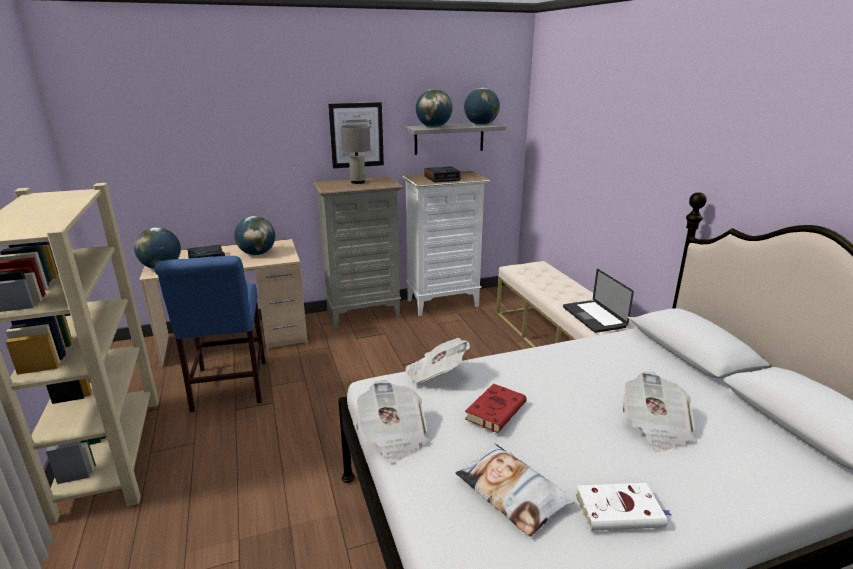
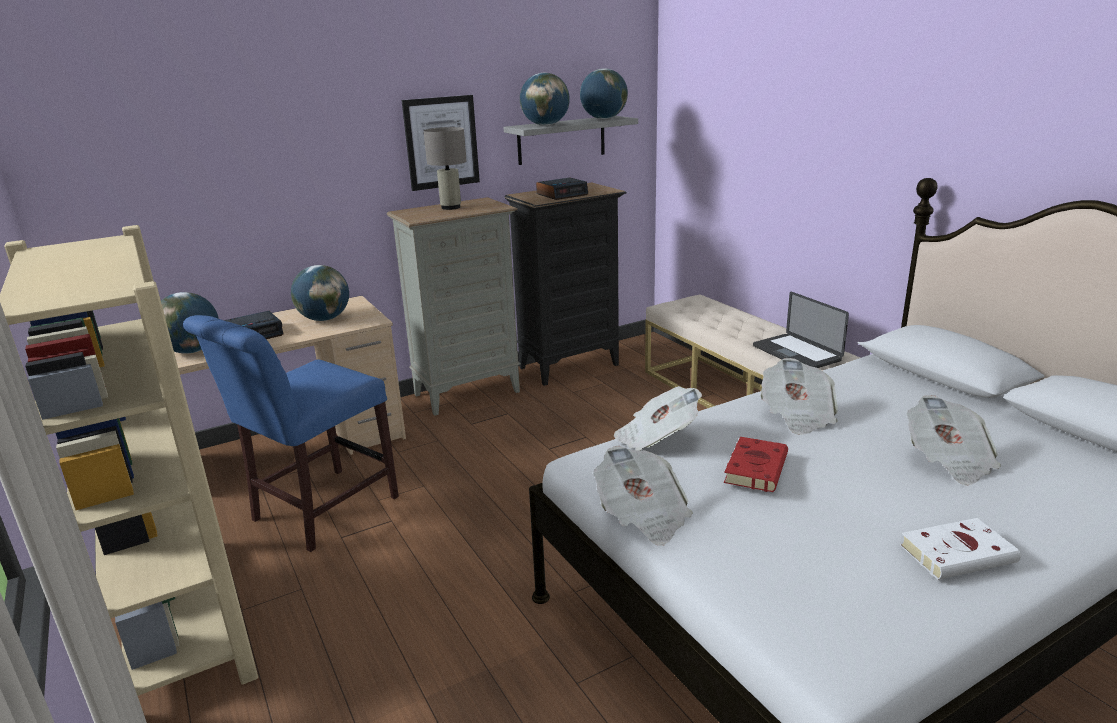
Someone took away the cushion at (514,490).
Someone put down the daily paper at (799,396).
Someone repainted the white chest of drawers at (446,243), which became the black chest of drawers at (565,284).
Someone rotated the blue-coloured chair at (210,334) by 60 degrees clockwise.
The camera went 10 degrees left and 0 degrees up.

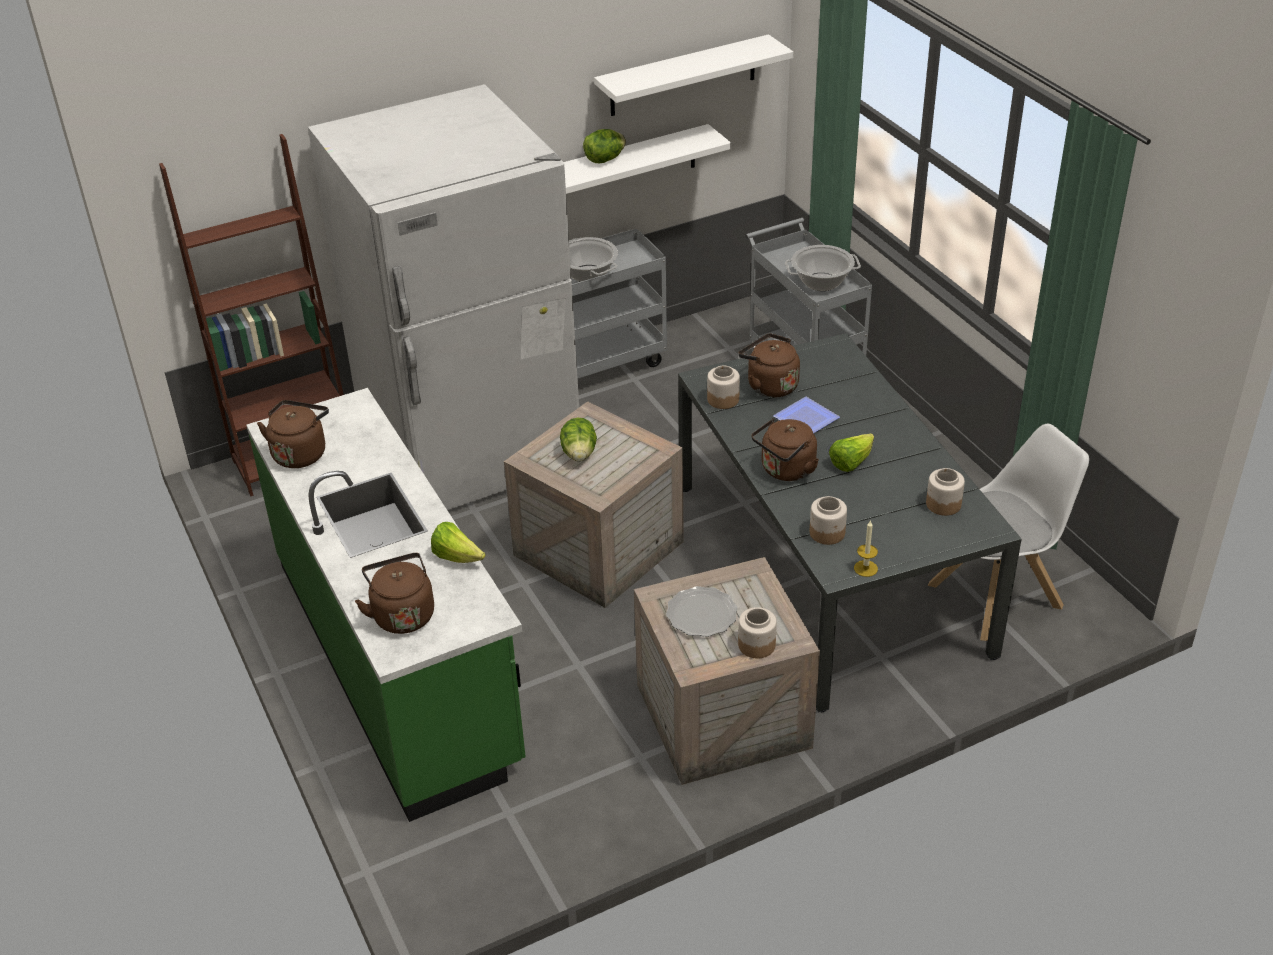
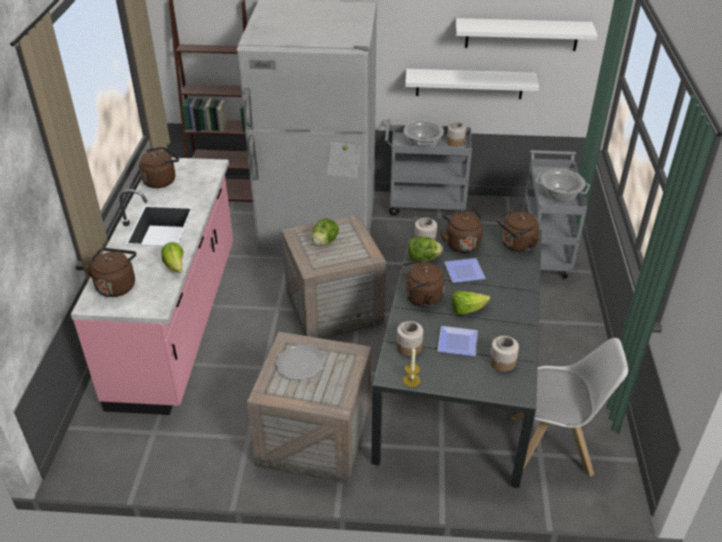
Someone put down the plate at (458,341).
Someone put down the brown-coloured water kettle at (518,231).
Someone carried the head of lettuce from (604,146) to (425,249).
Someone carried the storage jar from (757,632) to (456,134).
Someone repainted the greenish kitchen base unit at (386,605), which became the pink kitchen base unit at (152,286).
The camera went 30 degrees right and 0 degrees up.

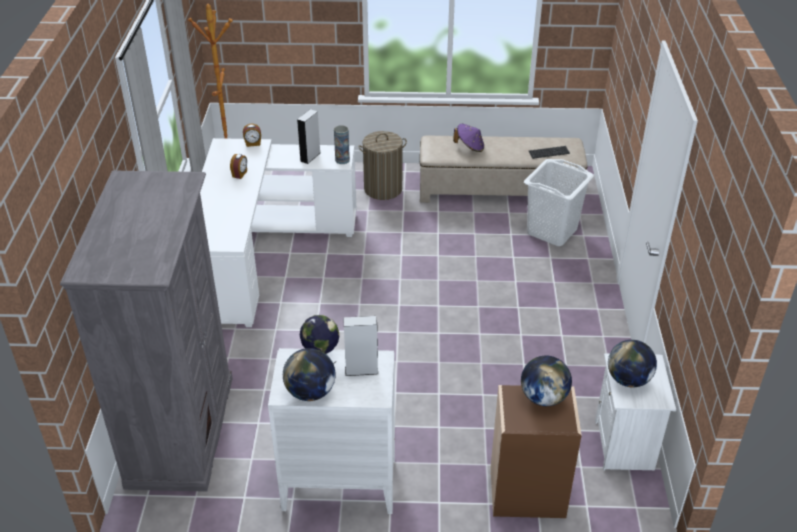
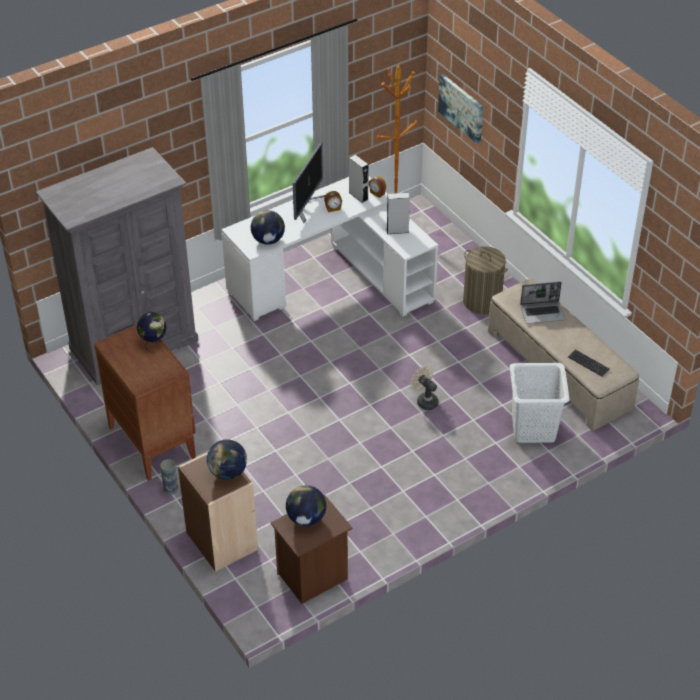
Someone put down the computer display at (309,183).
Someone put down the beige-coloured fan at (424,388).
Someone put up the picture at (460,109).
Someone carried the globe from (309,374) to (268,227).
Someone carried the flower vase from (342,144) to (169,477).
Someone carried the grey loudspeaker from (360,346) to (359,179).
Someone swapped the purple-coloured clothing hat at (468,138) for the laptop at (542,303).
Someone repainted the white chest of drawers at (331,431), which became the brown-coloured chest of drawers at (145,403).
Someone repainted the white nightstand at (635,412), which became the brown-coloured nightstand at (311,549).
The camera went 55 degrees right and 5 degrees up.

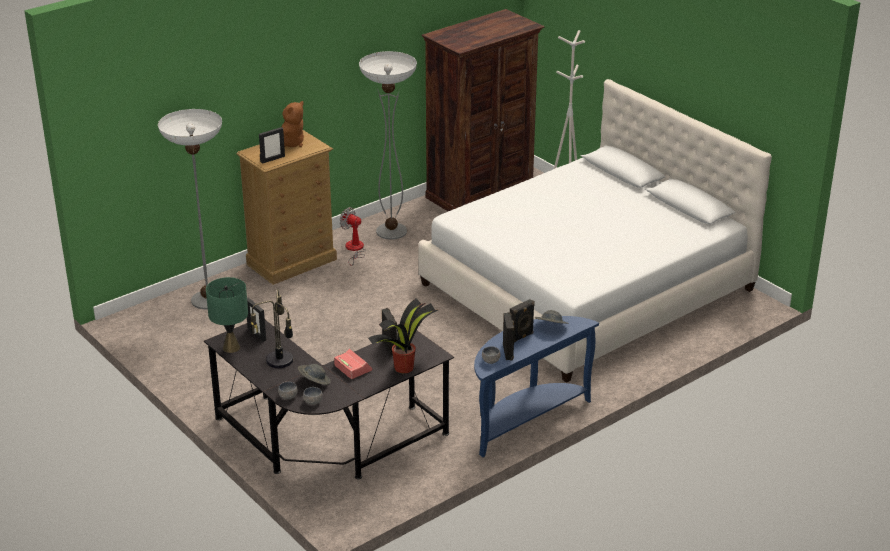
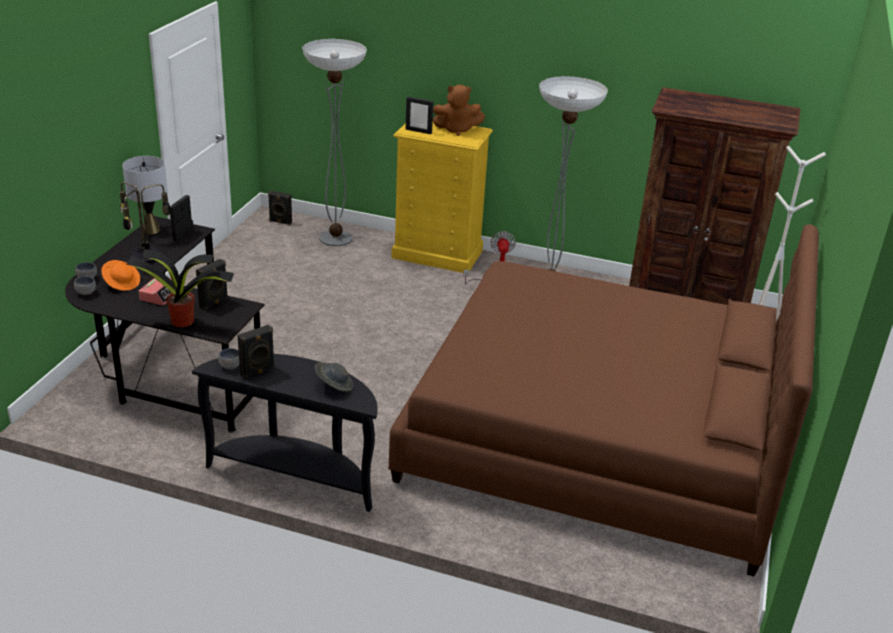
Someone carried the black loudspeaker from (522,320) to (280,208).
Someone repainted the greenish tabletop lamp at (227,315), which became the grey tabletop lamp at (145,195).
Someone repainted the brown-coloured chest of drawers at (286,207), which became the yellow-coloured chest of drawers at (442,198).
Someone repainted the grey clothing hat at (314,374), which became the orange clothing hat at (120,275).
Someone repainted the white bed at (595,231), which became the brown-coloured bed at (603,400).
Someone repainted the blue-coloured narrow table at (536,386), which became the black narrow table at (285,433).
The camera went 55 degrees right and 0 degrees up.

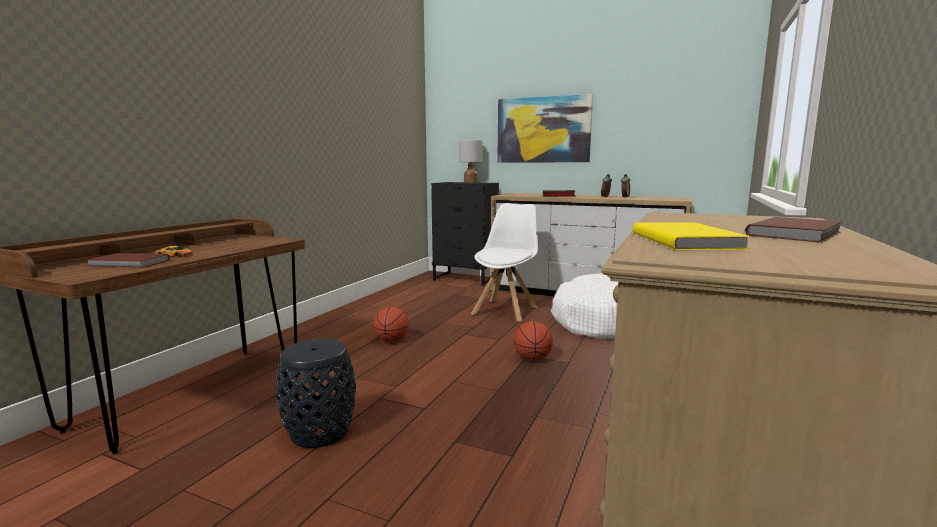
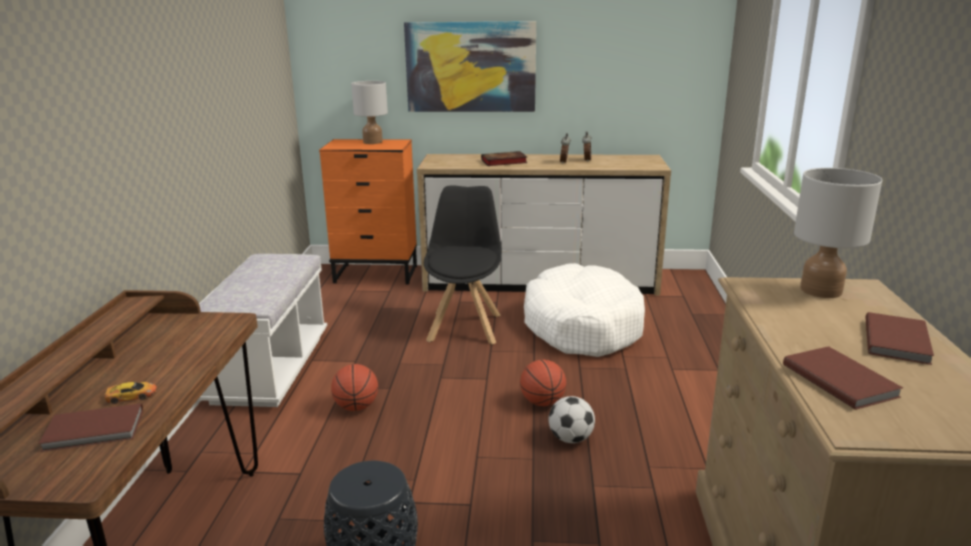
Someone put down the white indoor bench at (262,330).
Someone put down the football ball at (572,419).
Someone put down the grey tabletop lamp at (838,233).
Someone repainted the black chest of drawers at (465,234), which became the orange chest of drawers at (368,212).
Someone repainted the white chair at (504,262), which became the black chair at (463,265).
Someone repainted the yellow-coloured volume at (692,236), which became the brown-coloured volume at (843,378).
The camera went 20 degrees left and 10 degrees up.

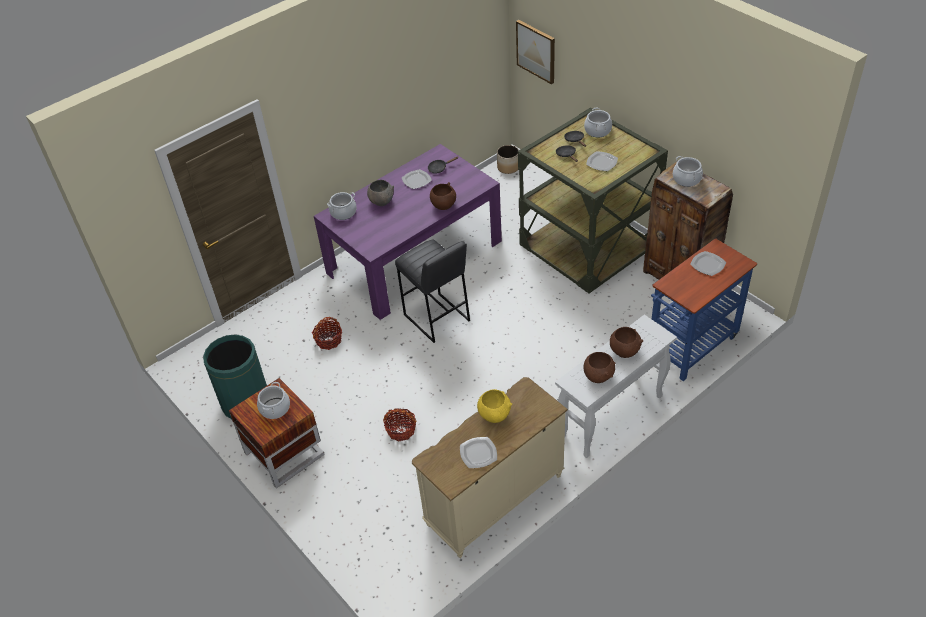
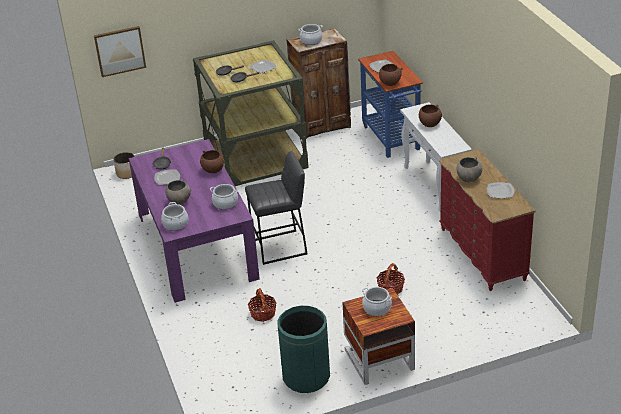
Someone carried the brown-coloured deep dish from (599,367) to (391,75).
Someone carried the cooking pot from (598,122) to (224,197).
Someone repainted the beige-coloured chest of drawers at (490,467), which became the red-coloured chest of drawers at (487,220).
Someone repainted the yellow-coloured deep dish at (494,406), which became the grey deep dish at (469,169).
The camera went 70 degrees left and 10 degrees down.

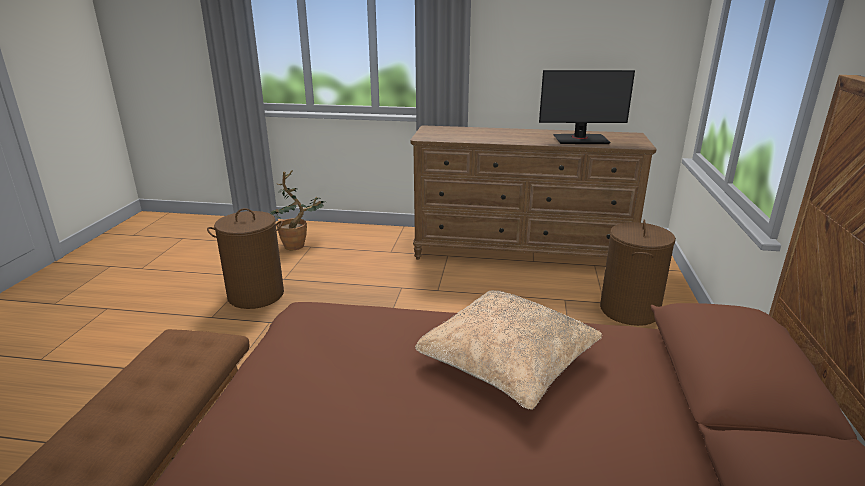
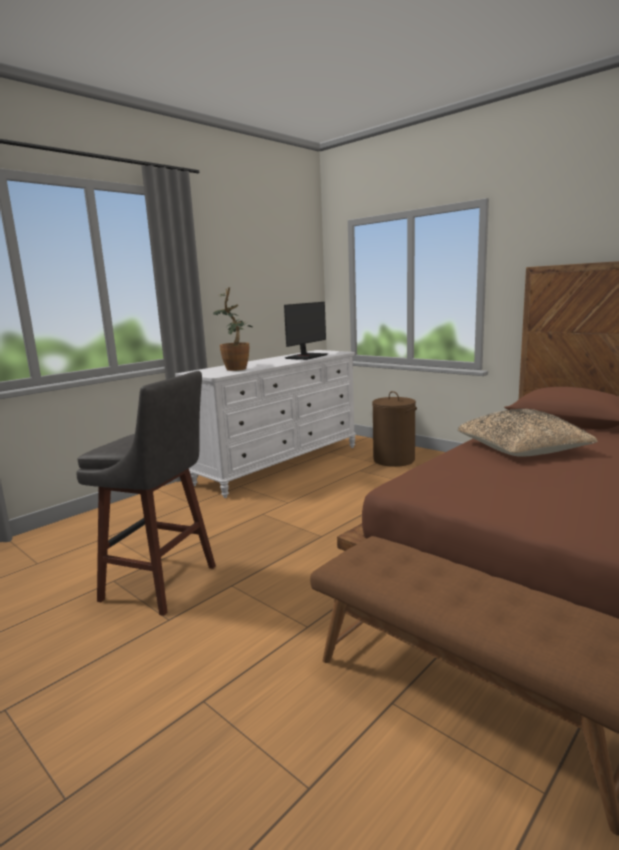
Someone carried the potted plant from (297,210) to (232,329).
Someone swapped the brown-coloured laundry basket at (245,258) for the grey stool at (146,493).
Someone repainted the brown-coloured chest of drawers at (533,192), which became the white chest of drawers at (265,424).
The camera went 55 degrees left and 10 degrees down.

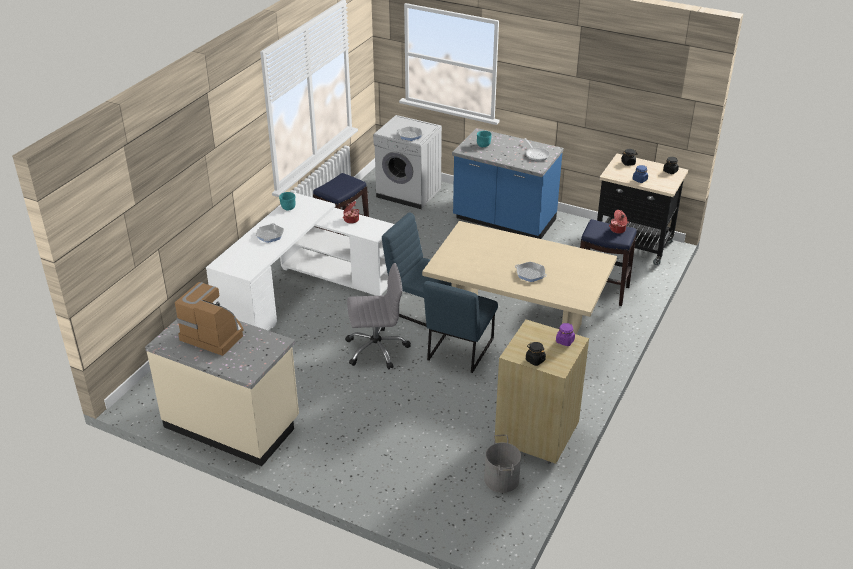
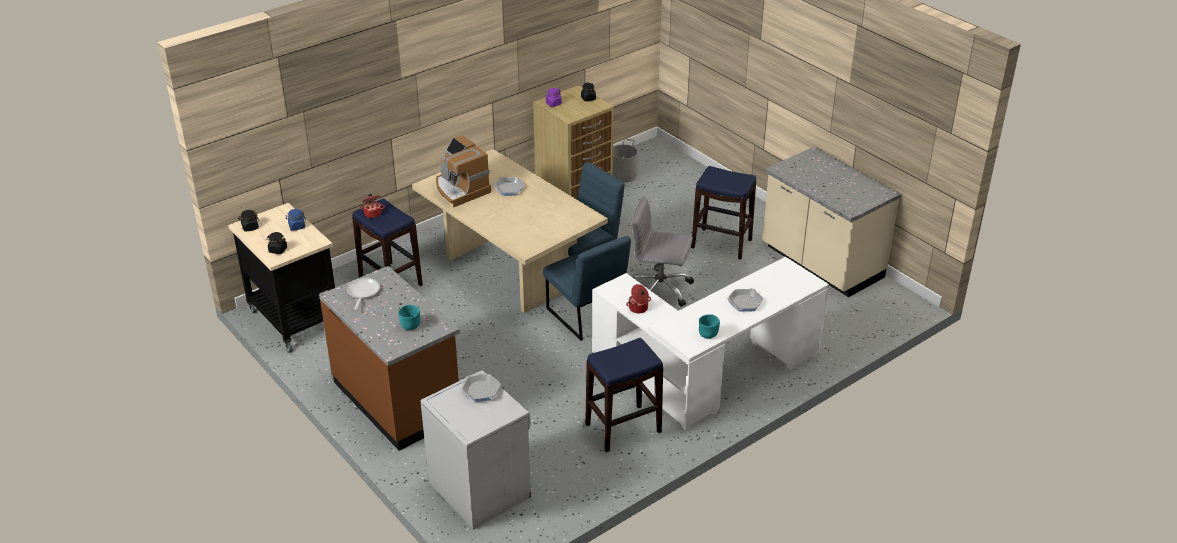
Someone put down the stool at (723,213).
Someone carried the coffee maker from (209,319) to (463,171).
Someone repainted the blue-coloured kitchen base unit at (508,183), which became the brown-coloured kitchen base unit at (389,358).
The camera went 155 degrees left and 0 degrees up.

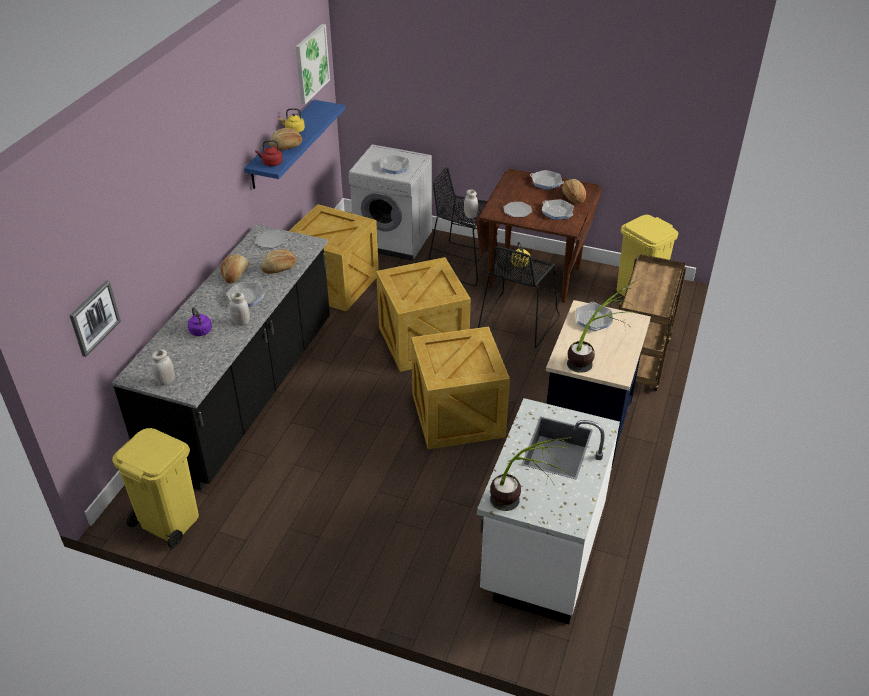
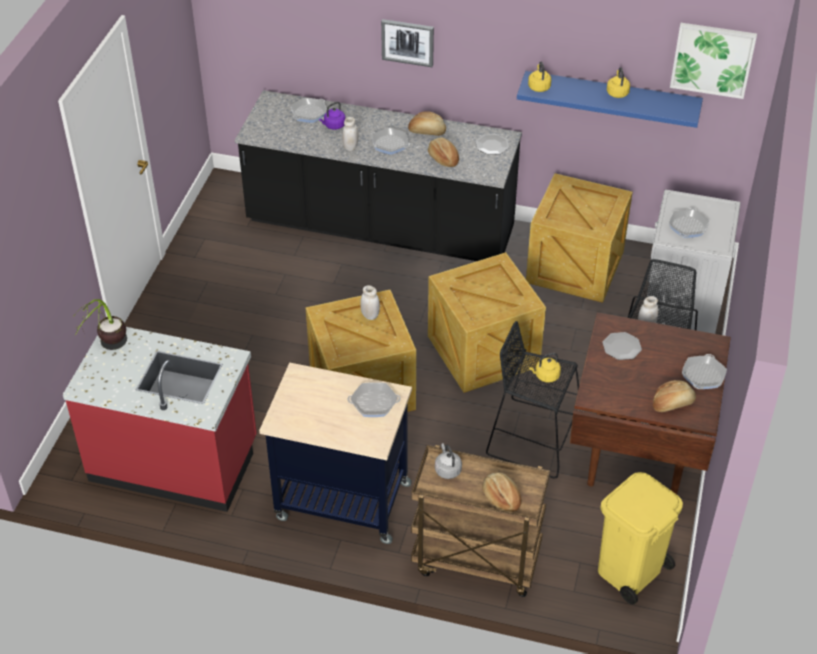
Someone took away the yellow-coloured waste bin at (155,488).
Someone took away the potted plant at (603,327).
Someone put down the grey water kettle at (448,461).
Someone carried the picture from (95,318) to (407,43).
Someone carried the white storage jar from (163,367) to (370,302).
Someone carried the baked bread from (285,139) to (502,492).
Someone carried the skillet from (558,209) to (308,110).
Someone repainted the red-coloured water kettle at (269,153), which became the yellow-coloured water kettle at (539,77).
Someone repainted the white kitchen base unit at (548,511), which became the red-coloured kitchen base unit at (160,419).
The camera went 85 degrees right and 5 degrees up.

